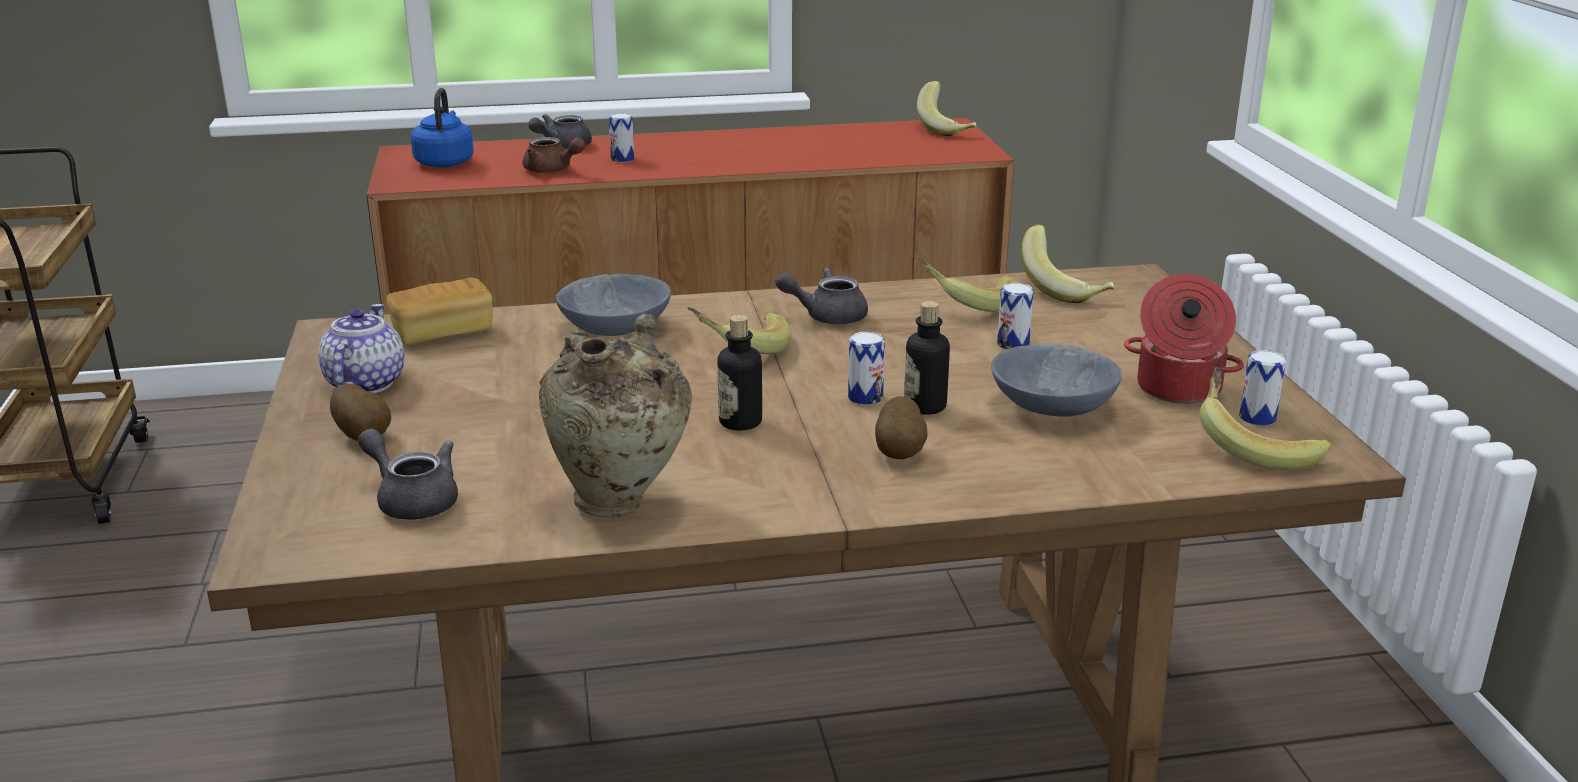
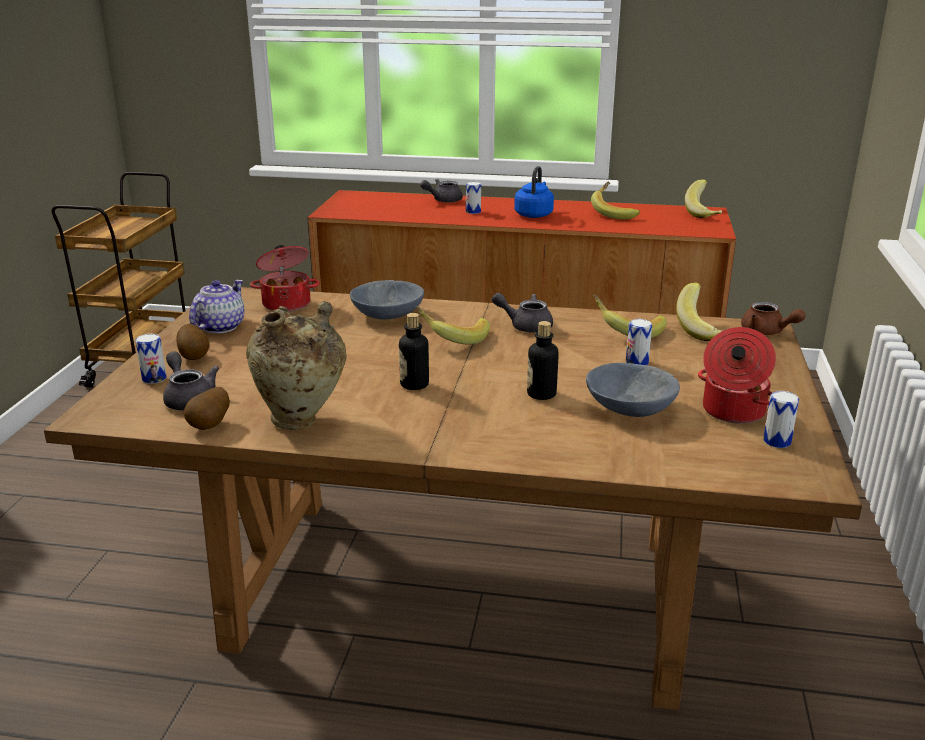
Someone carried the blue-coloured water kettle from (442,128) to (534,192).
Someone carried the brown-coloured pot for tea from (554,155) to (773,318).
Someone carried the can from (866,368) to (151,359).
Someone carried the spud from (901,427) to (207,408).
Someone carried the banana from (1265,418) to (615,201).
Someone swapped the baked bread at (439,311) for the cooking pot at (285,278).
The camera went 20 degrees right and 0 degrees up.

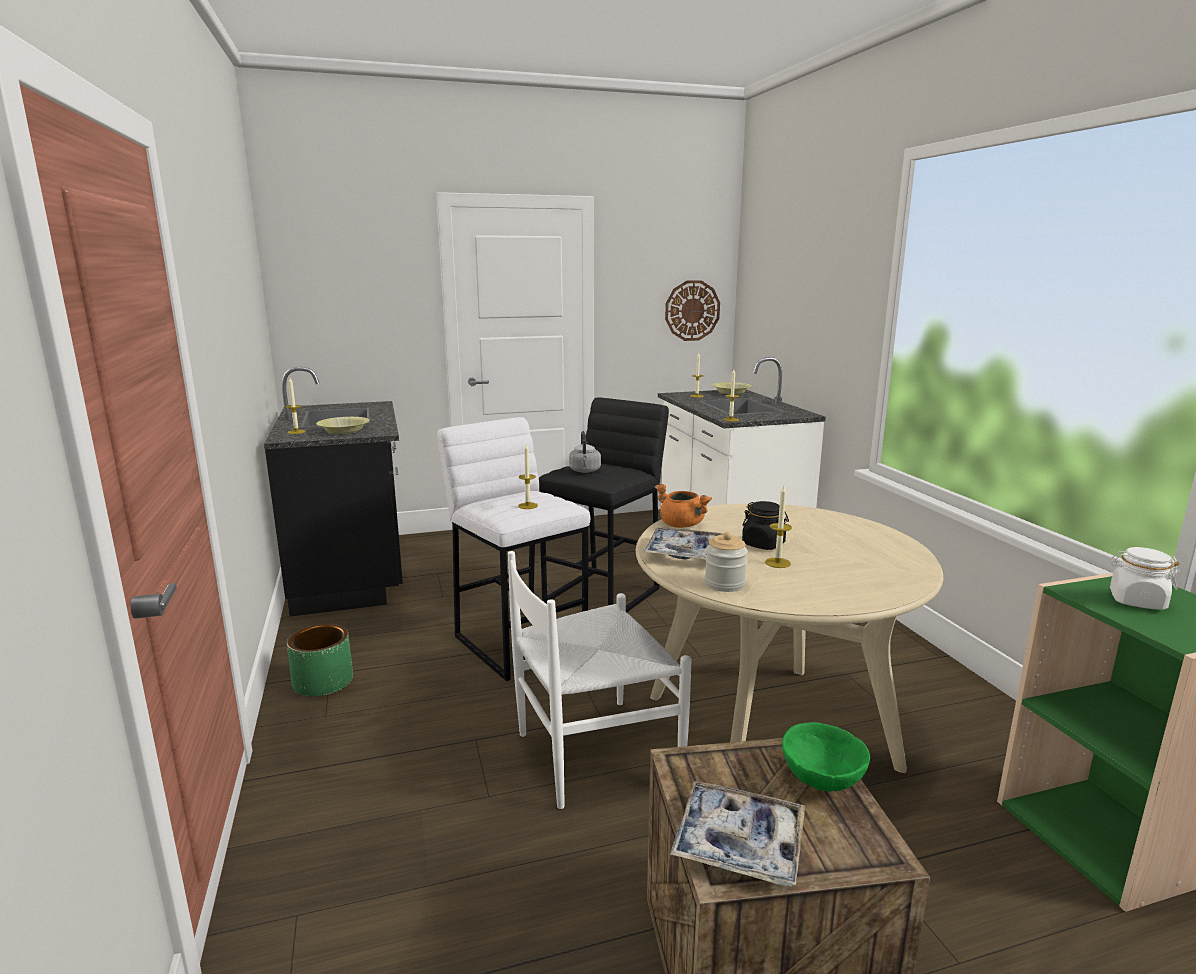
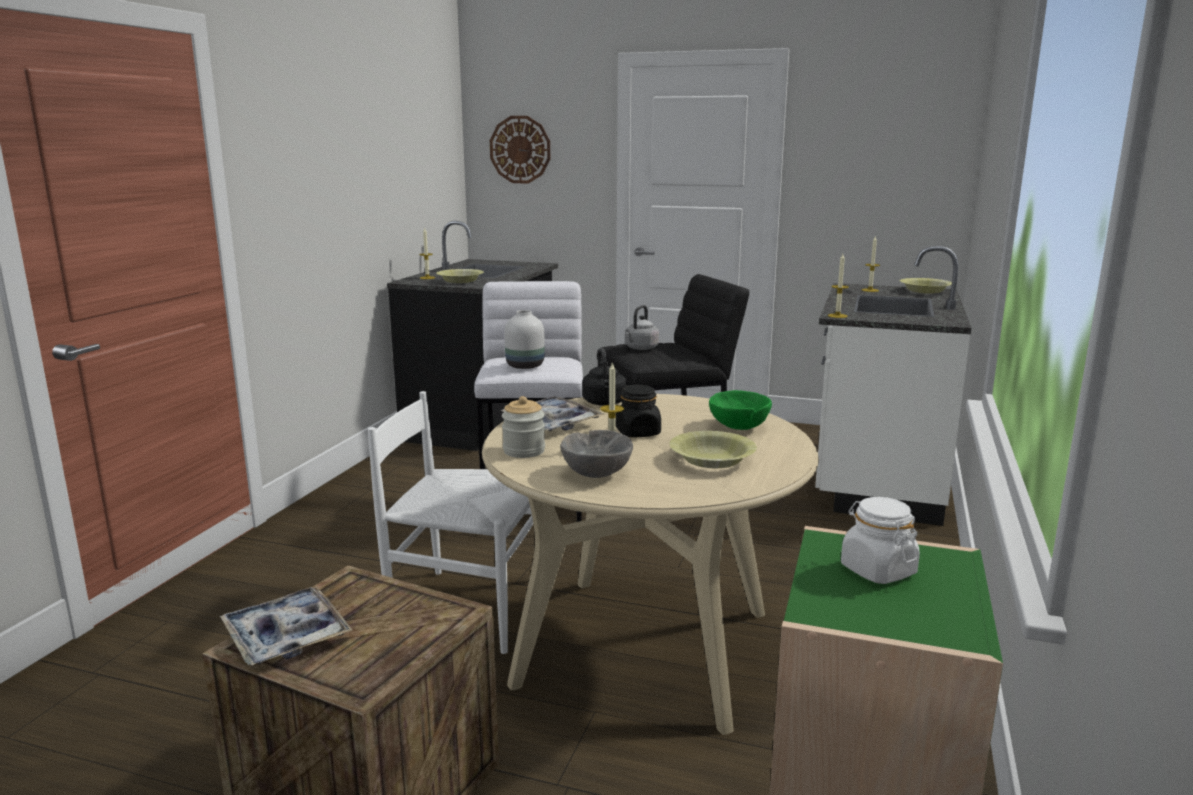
Someone took away the greenish flower pot at (320,660).
Someone put down the grey deep dish at (596,454).
Someone put down the yellow-coloured deep dish at (713,449).
Someone carried the hanging clock from (692,310) to (520,149).
Someone carried the greenish deep dish from (826,756) to (740,410).
Someone swapped the wax candle at (528,476) for the white flower vase at (524,339).
Someone swapped the orange cooking pot at (683,506) for the black water kettle at (604,377).
The camera went 35 degrees right and 0 degrees up.

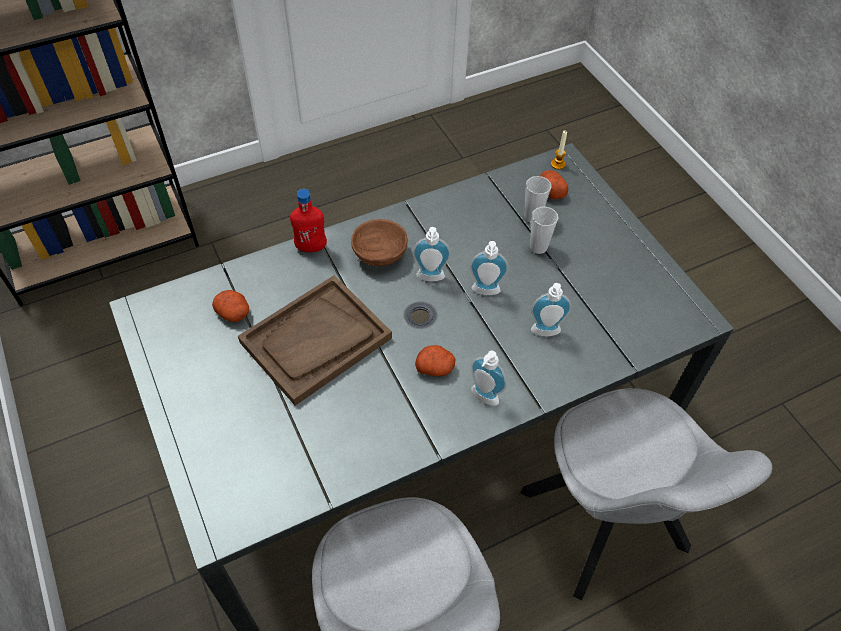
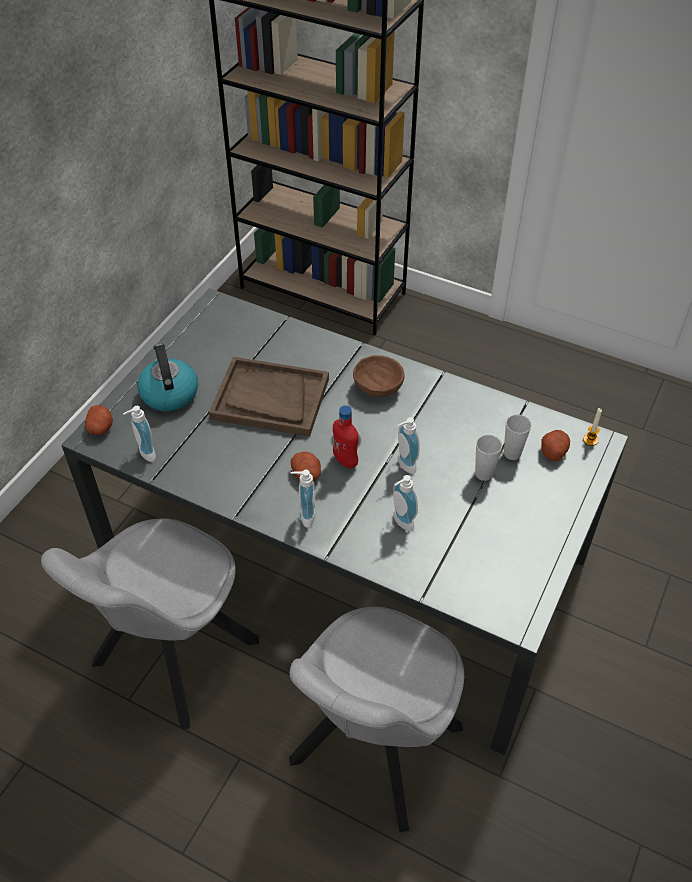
Someone put down the water kettle at (167,377).
Someone carried the spud from (230,306) to (99,420).
Someone carried the red-coloured bottle from (308,220) to (346,436).
Someone carried the soap dispenser from (432,254) to (139,434).
The camera went 55 degrees right and 5 degrees down.

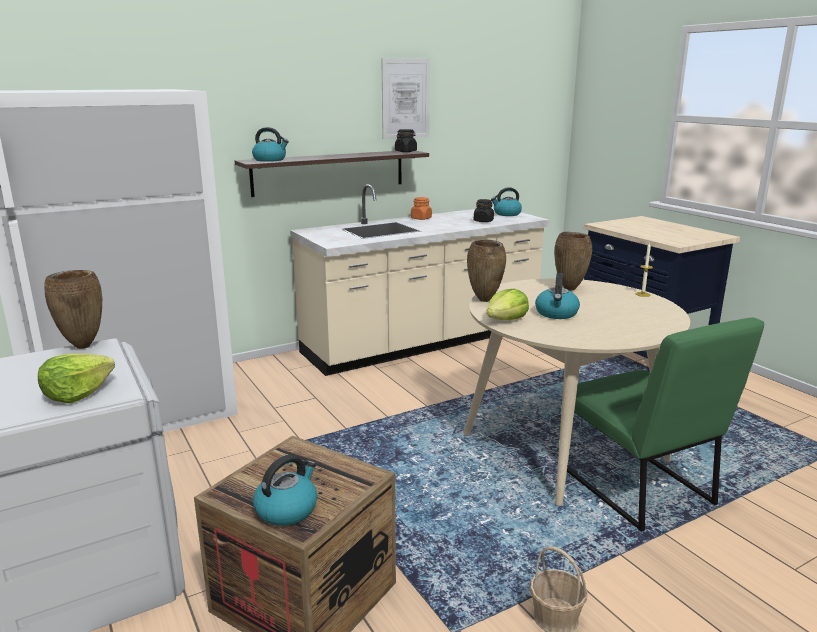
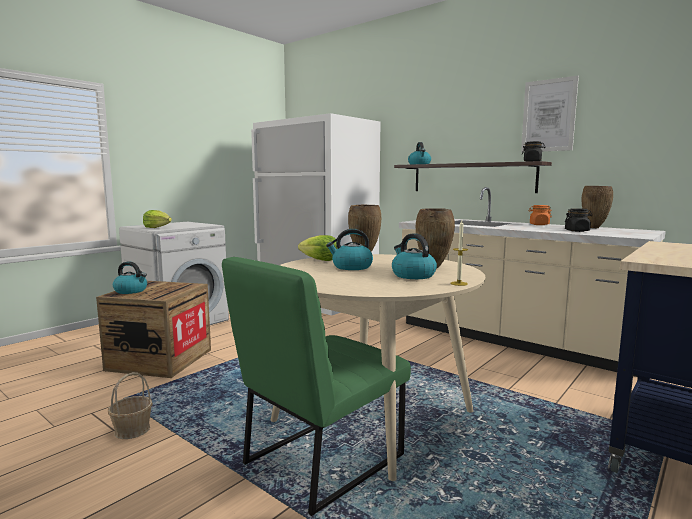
Someone carried the brown-coloured flower vase from (73,309) to (597,207).
Someone carried the water kettle from (506,201) to (414,256).
The camera went 70 degrees right and 10 degrees down.

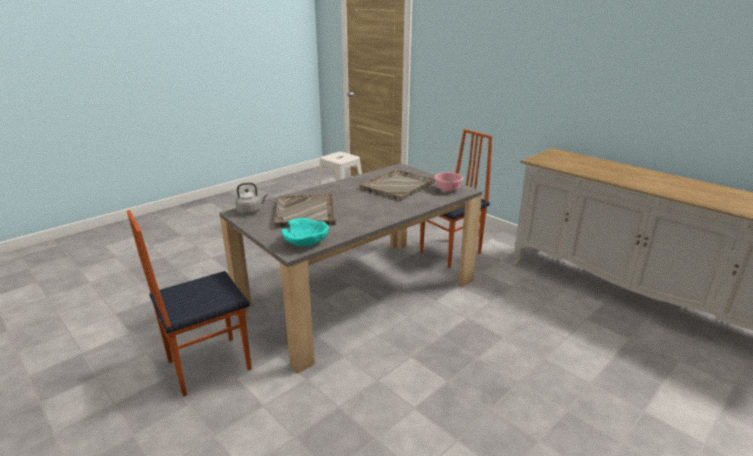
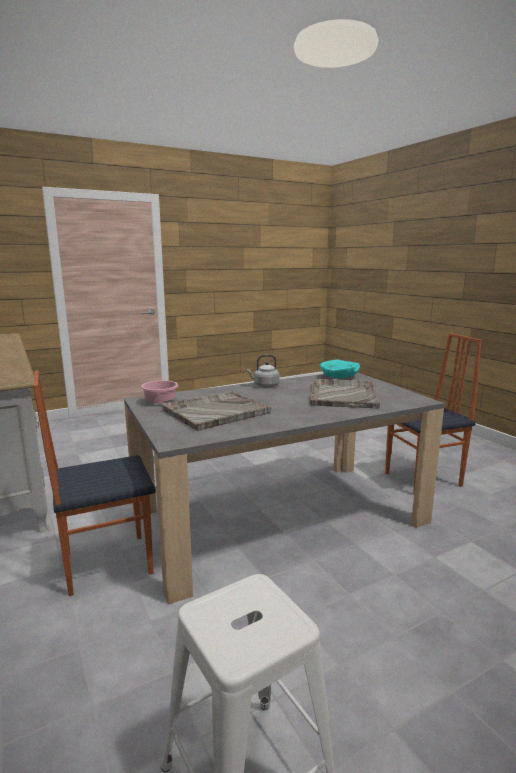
Someone carried the grey water kettle from (251,198) to (263,371).
The camera went 165 degrees left and 10 degrees down.

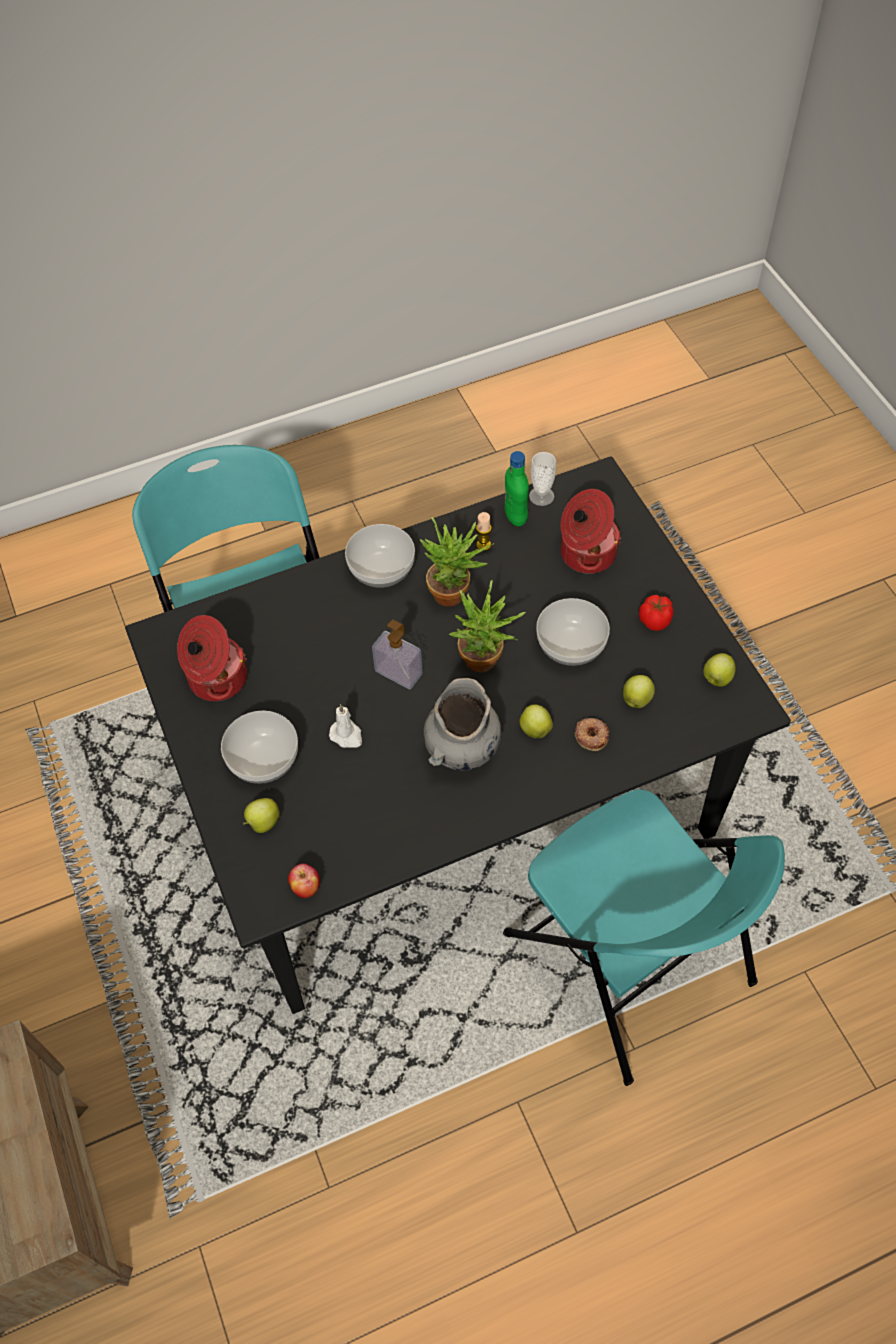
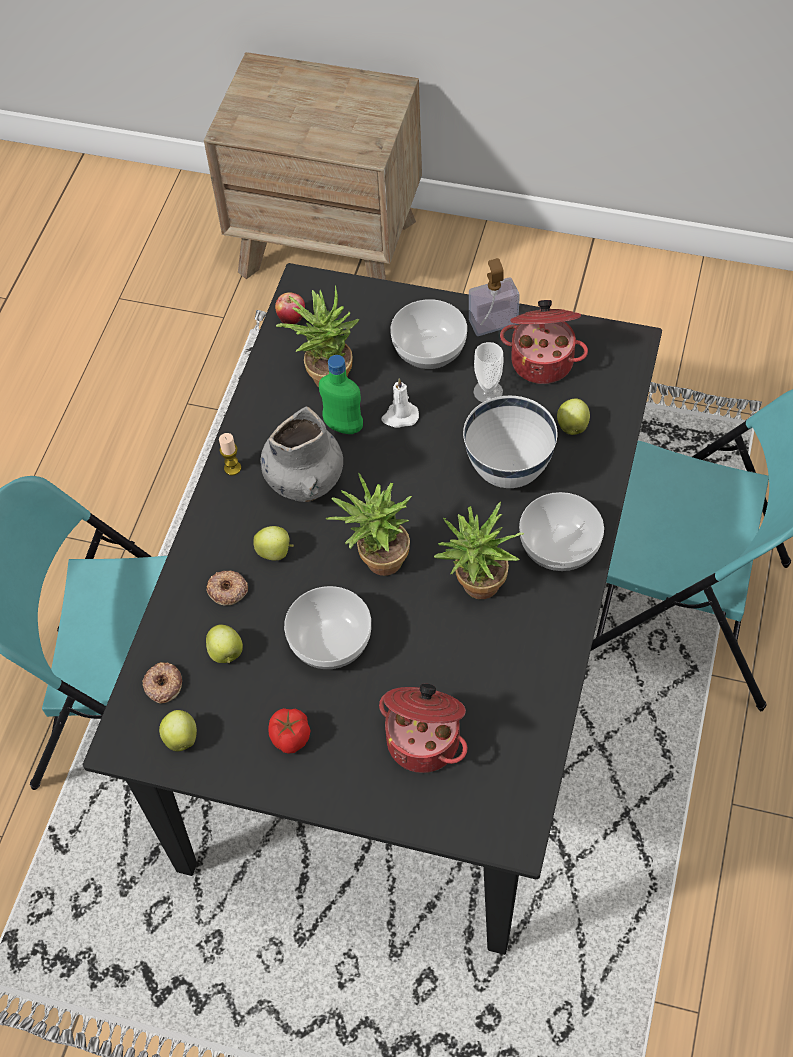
Someone put down the doughnut at (162,683).
Someone put down the potted plant at (317,336).
Someone put down the white deep dish at (510,442).
Someone carried the whole apple from (261,815) to (573,416).
Someone carried the soap dispenser from (397,654) to (494,297).
Someone carried the wax candle from (484,531) to (230,454).
Someone carried the greenish bottle from (516,489) to (341,394).
Someone carried the cup from (542,479) to (488,372).
The camera went 130 degrees right and 0 degrees up.

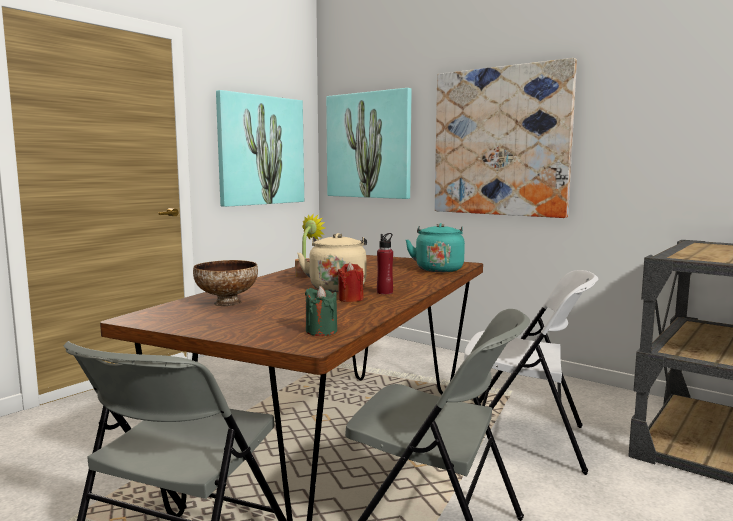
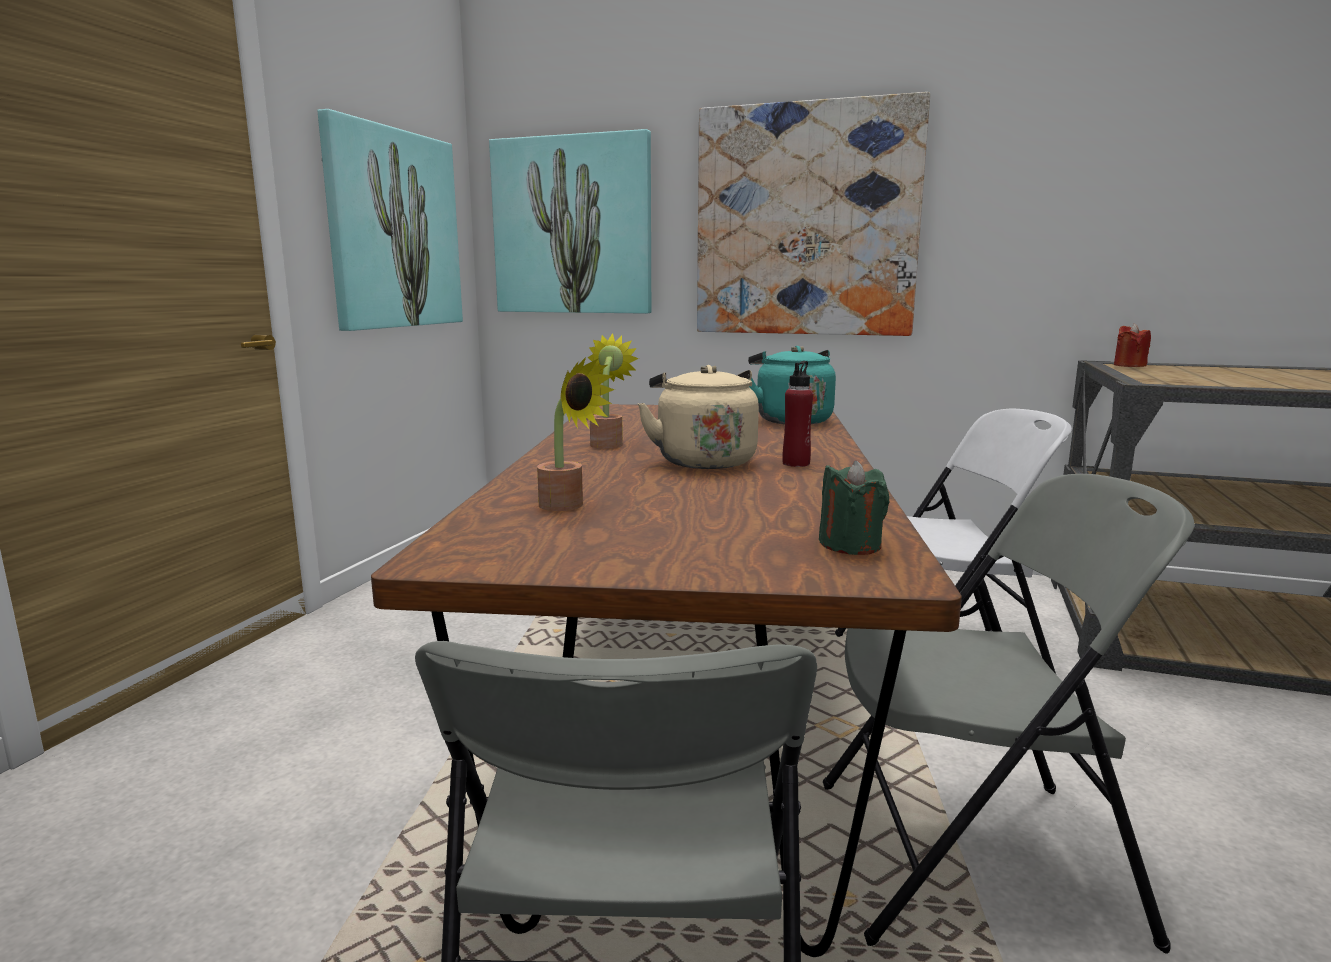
Someone carried the red-coloured wax candle from (350,282) to (1132,345).
Someone swapped the deep dish at (225,283) for the potted plant at (576,434).
The camera went 20 degrees left and 5 degrees up.

